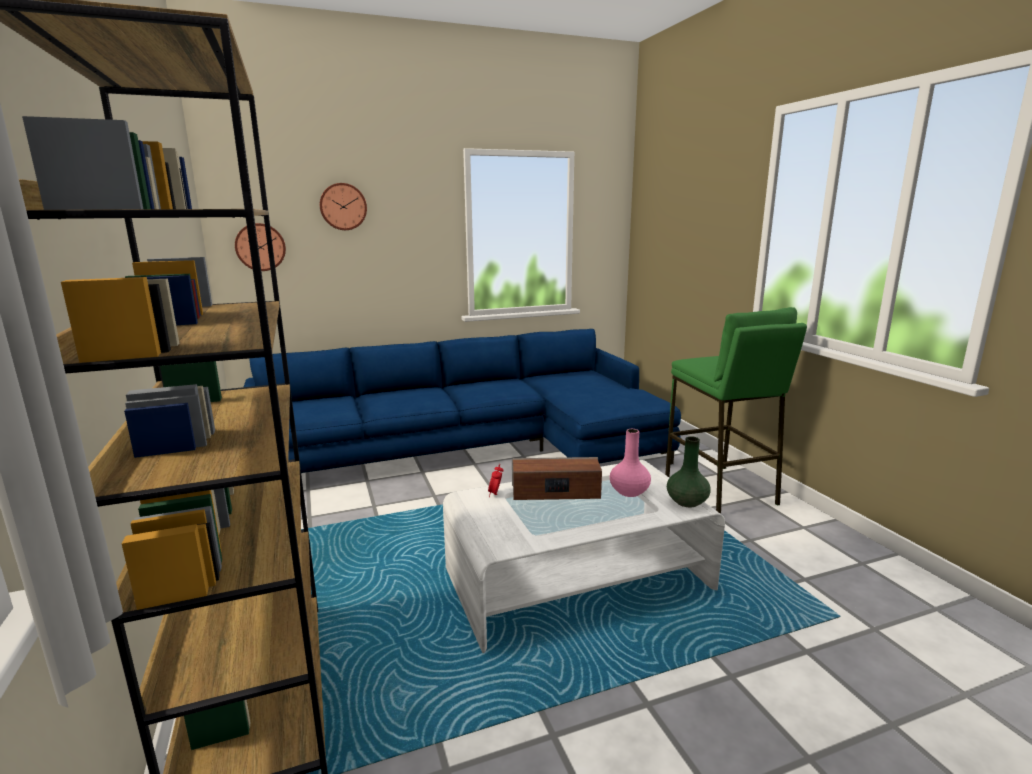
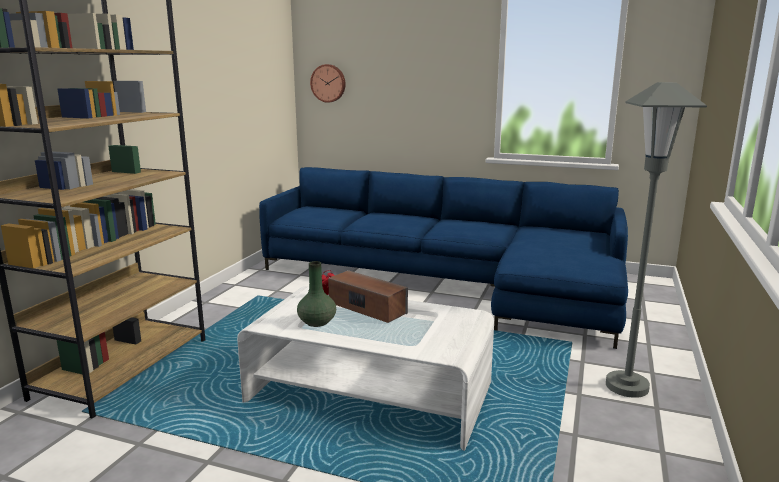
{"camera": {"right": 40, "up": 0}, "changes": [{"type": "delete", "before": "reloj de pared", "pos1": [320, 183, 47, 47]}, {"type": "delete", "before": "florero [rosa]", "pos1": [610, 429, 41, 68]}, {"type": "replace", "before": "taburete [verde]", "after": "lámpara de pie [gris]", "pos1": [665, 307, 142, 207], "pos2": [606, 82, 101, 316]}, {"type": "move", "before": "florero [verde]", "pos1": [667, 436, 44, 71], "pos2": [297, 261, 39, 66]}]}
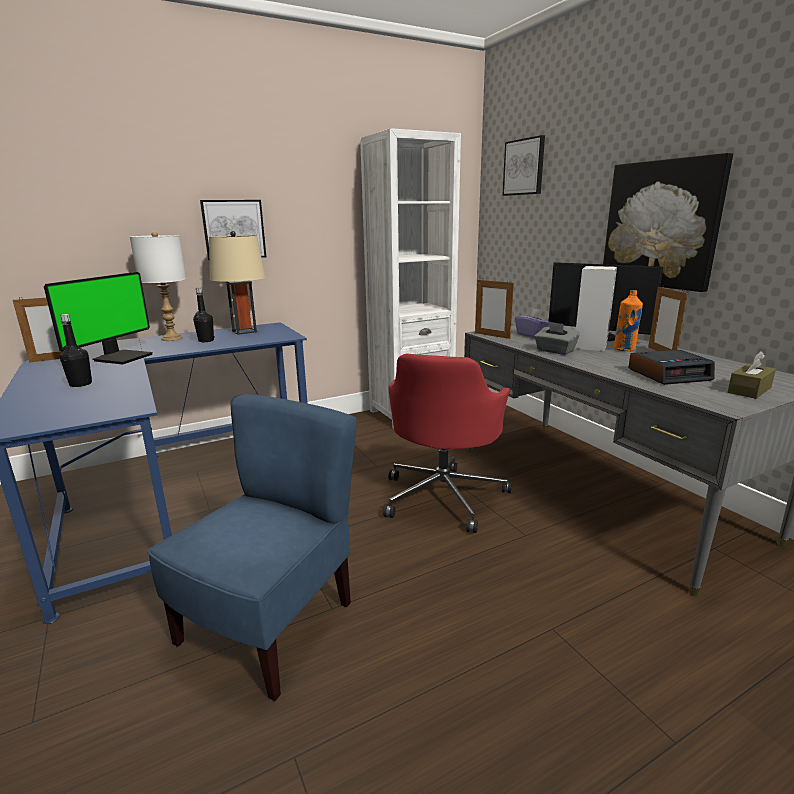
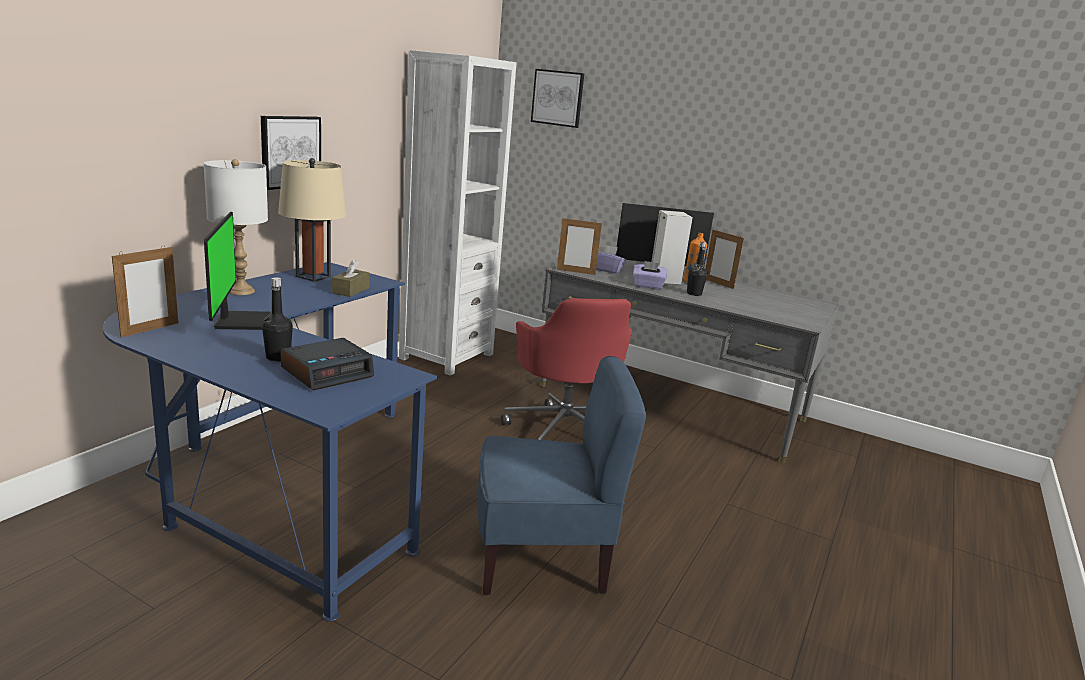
{"camera": {"right": -35, "up": 0}, "changes": [{"type": "rotate", "before": "silla [azul]", "pos1": [147, 394, 210, 307], "pos2": [478, 356, 168, 239], "turn": 90}, {"type": "move", "before": "botella [negro]", "pos1": [193, 287, 21, 55], "pos2": [687, 241, 20, 55]}, {"type": "recolor", "before": "caja de pañuelos [gris]", "after": "caja de pañuelos [morado]", "pos1": [534, 321, 46, 34], "pos2": [633, 261, 34, 28]}, {"type": "delete", "before": "cuadro", "pos1": [603, 153, 130, 139]}, {"type": "move", "before": "despertador", "pos1": [628, 350, 87, 35], "pos2": [280, 338, 94, 53]}, {"type": "move", "before": "caja de pañuelos [marrón]", "pos1": [728, 352, 48, 47], "pos2": [332, 259, 38, 38]}]}
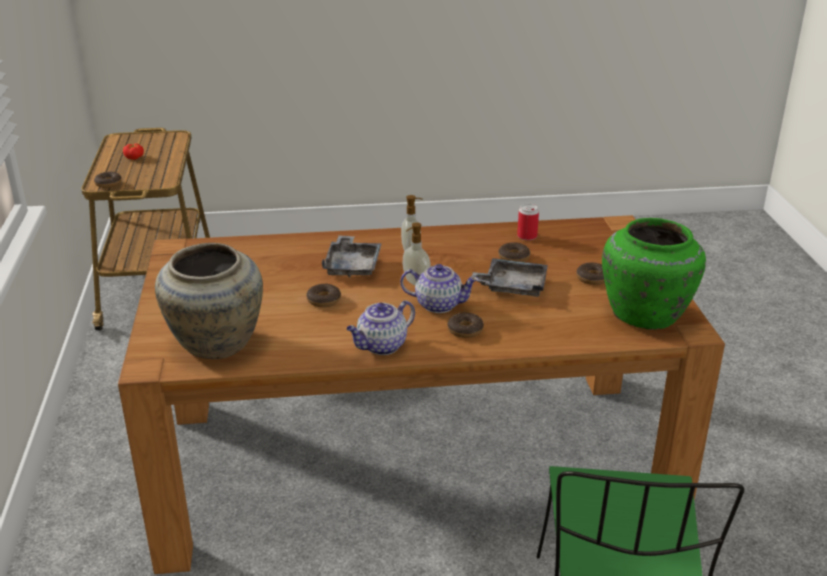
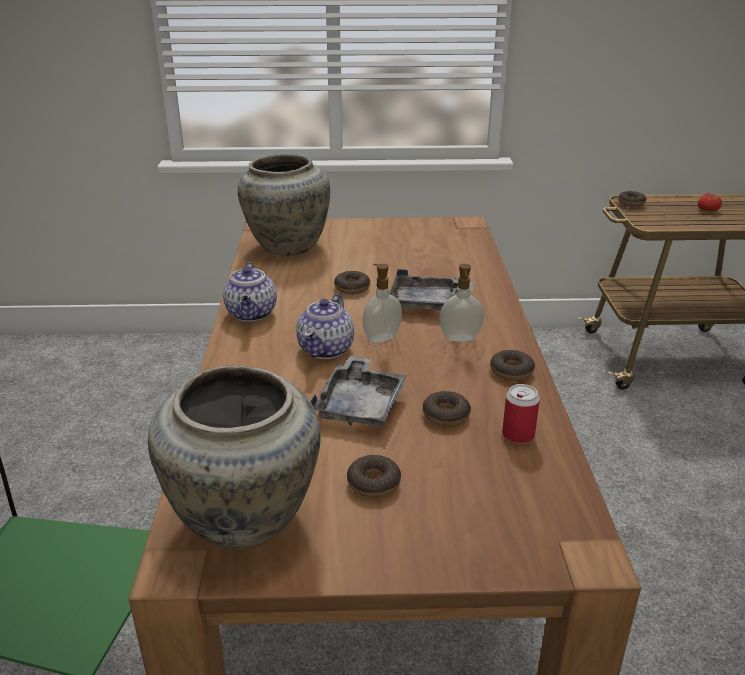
{"camera": {"right": 95, "up": 0}, "changes": [{"type": "rotate", "before": "tetera", "pos1": [346, 300, 69, 55], "pos2": [223, 262, 54, 59], "turn": -150}, {"type": "move", "before": "rosquilla", "pos1": [447, 312, 37, 26], "pos2": [490, 350, 45, 31]}, {"type": "recolor", "before": "florero [verde]", "after": "florero [beis]", "pos1": [602, 218, 104, 112], "pos2": [148, 365, 173, 185]}]}
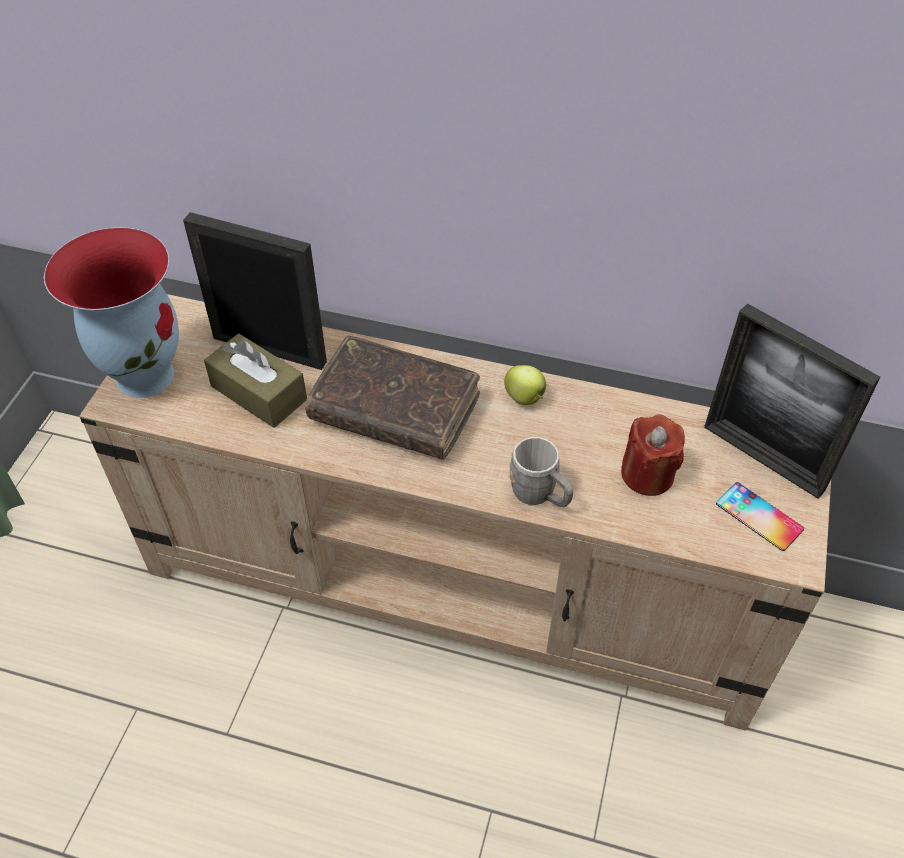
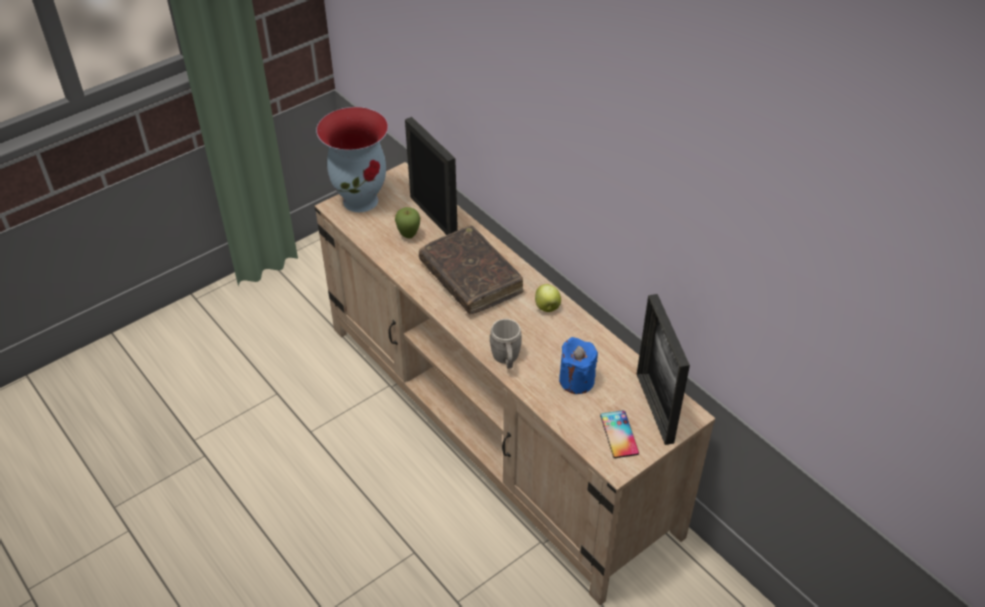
{"camera": {"right": 35, "up": -5}, "changes": [{"type": "replace", "before": "caja de pañuelos [marrón]", "after": "manzana", "pos1": [204, 333, 103, 95], "pos2": [395, 207, 25, 31]}, {"type": "recolor", "before": "vela [rojo]", "after": "vela [azul]", "pos1": [621, 415, 64, 81], "pos2": [559, 337, 39, 57]}]}
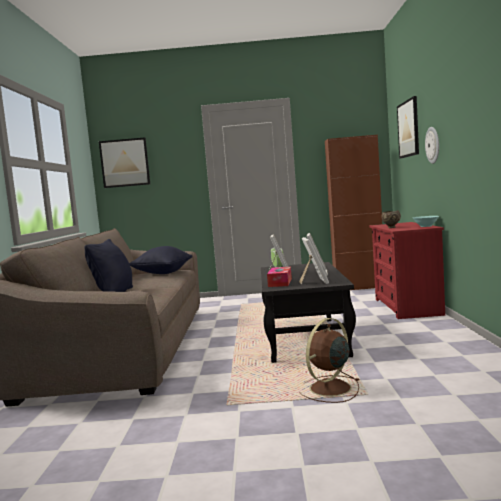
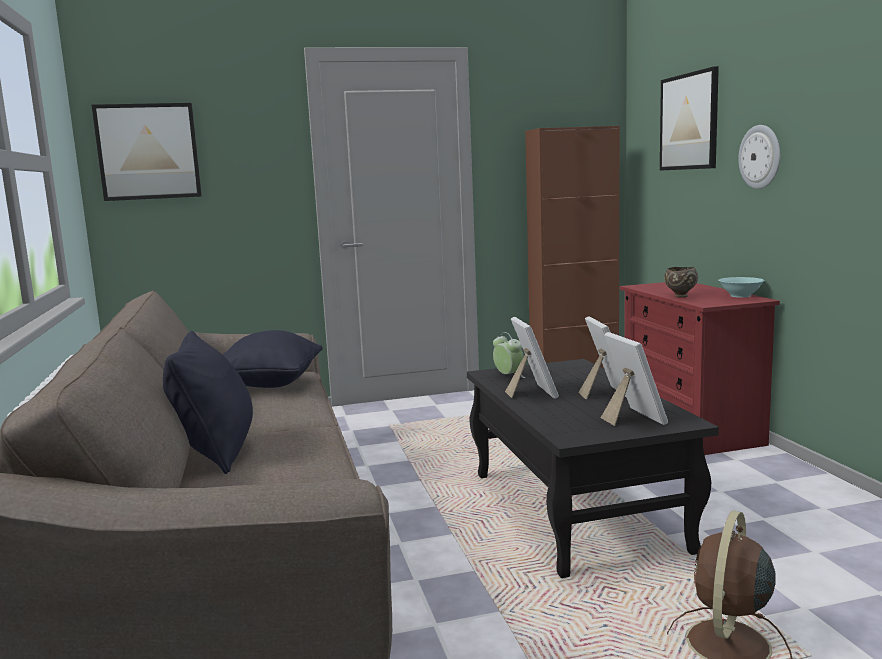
{"camera": {"right": -15, "up": 5}, "changes": [{"type": "delete", "before": "caja de pañuelos", "pos1": [267, 267, 25, 20]}]}
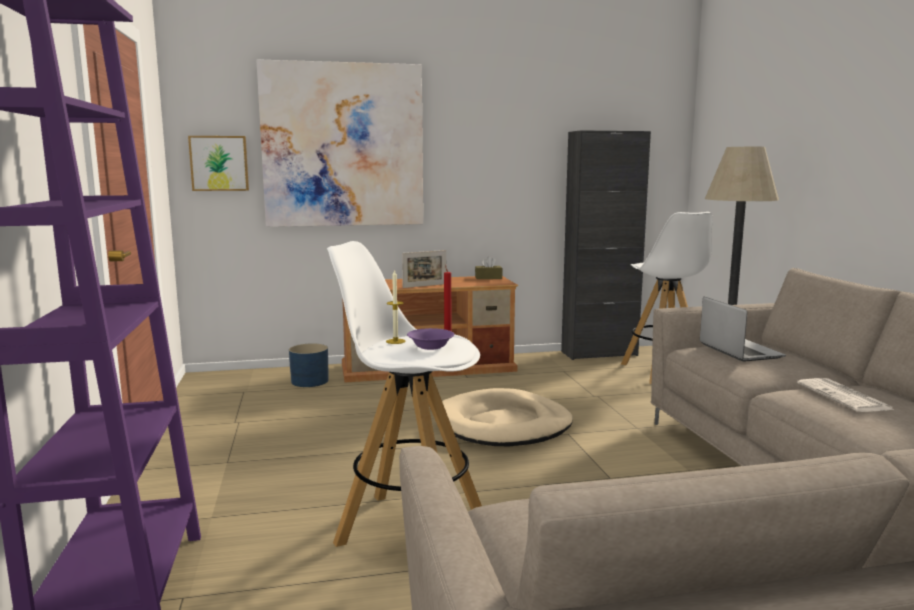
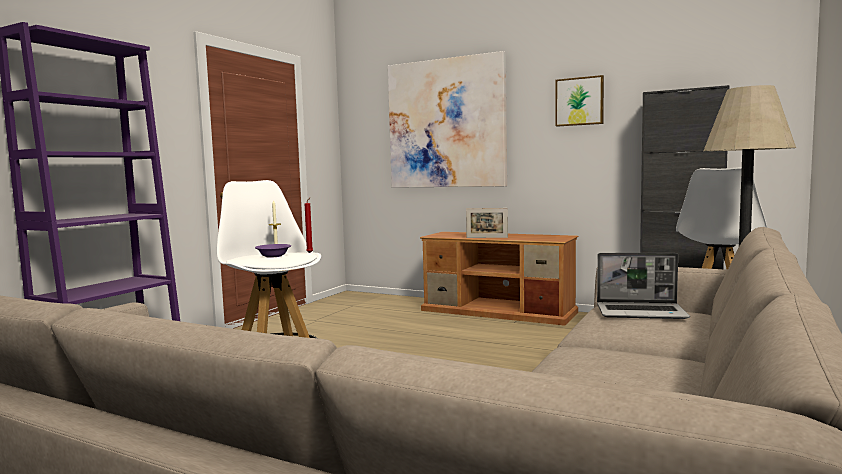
{"camera": {"right": 40, "up": -5}, "changes": [{"type": "move", "before": "cuadro", "pos1": [188, 136, 61, 55], "pos2": [555, 75, 49, 52]}, {"type": "delete", "before": "maceta [azul]", "pos1": [289, 343, 39, 44]}, {"type": "delete", "before": "cama para perro [beis]", "pos1": [442, 388, 131, 58]}, {"type": "delete", "before": "caja de pañuelos [marrón]", "pos1": [475, 256, 28, 23]}, {"type": "rotate", "before": "portátil", "pos1": [700, 297, 86, 65], "pos2": [597, 253, 93, 66], "turn": 75}, {"type": "delete", "before": "periódico", "pos1": [797, 378, 98, 34]}]}
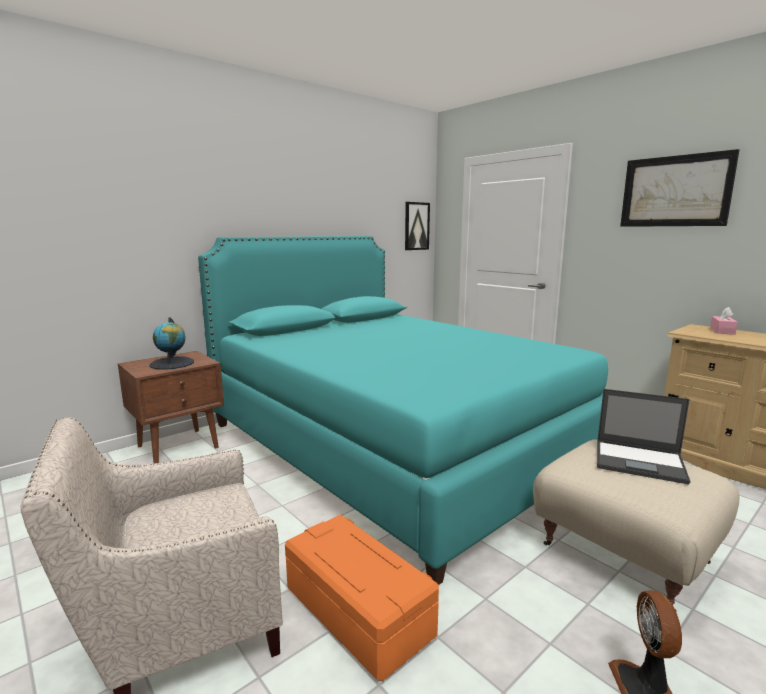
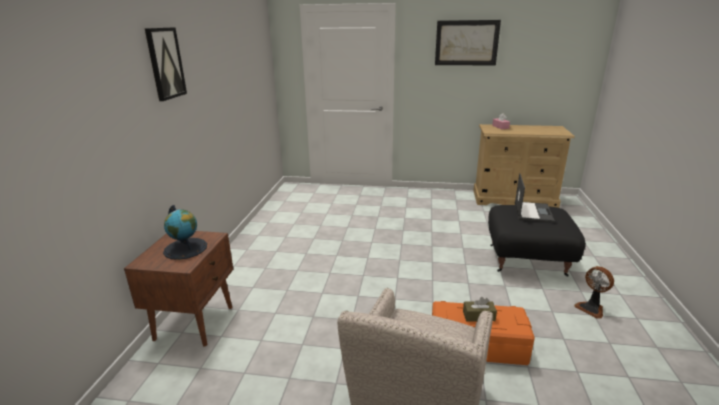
{"camera": {"right": -40, "up": 10}, "changes": [{"type": "delete", "before": "cama [turquesa]", "pos1": [198, 236, 410, 349]}, {"type": "move", "before": "cuadro", "pos1": [405, 202, 25, 48], "pos2": [145, 27, 42, 74]}, {"type": "recolor", "before": "puf [beis]", "after": "puf [negro]", "pos1": [533, 439, 206, 172], "pos2": [488, 205, 98, 72]}, {"type": "rotate", "before": "portátil", "pos1": [597, 389, 93, 95], "pos2": [515, 173, 40, 50], "turn": -60}, {"type": "insert", "after": "caja de pañuelos [marrón]", "pos2": [463, 297, 34, 24]}]}
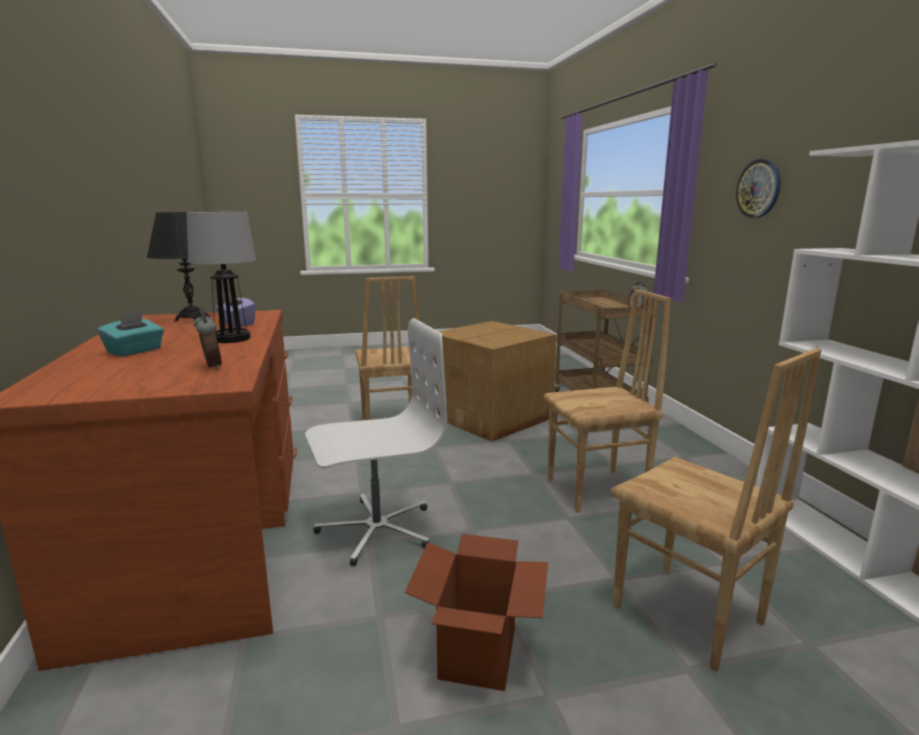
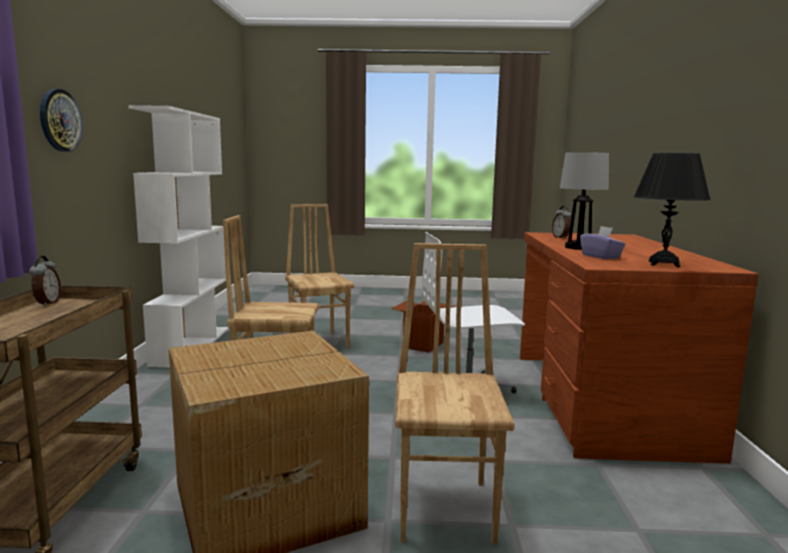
{"camera": {"right": -165, "up": -5}, "changes": [{"type": "delete", "before": "caja de pañuelos [turquesa]", "pos1": [98, 312, 66, 44]}]}
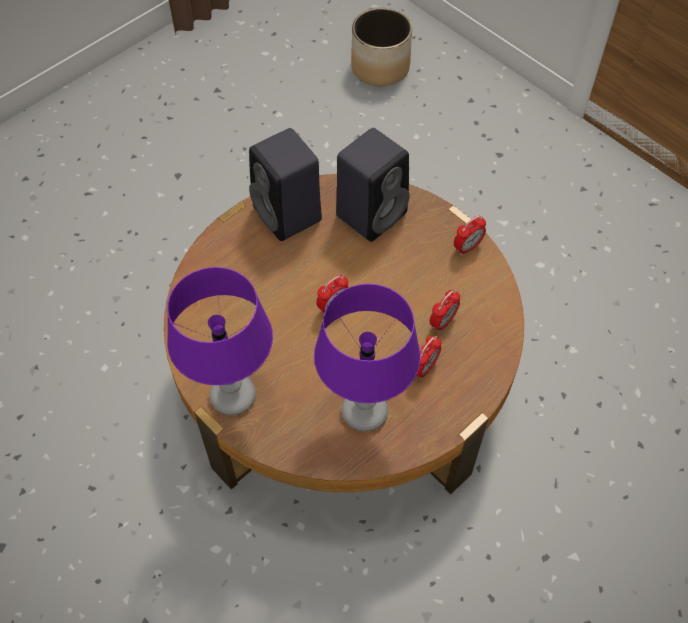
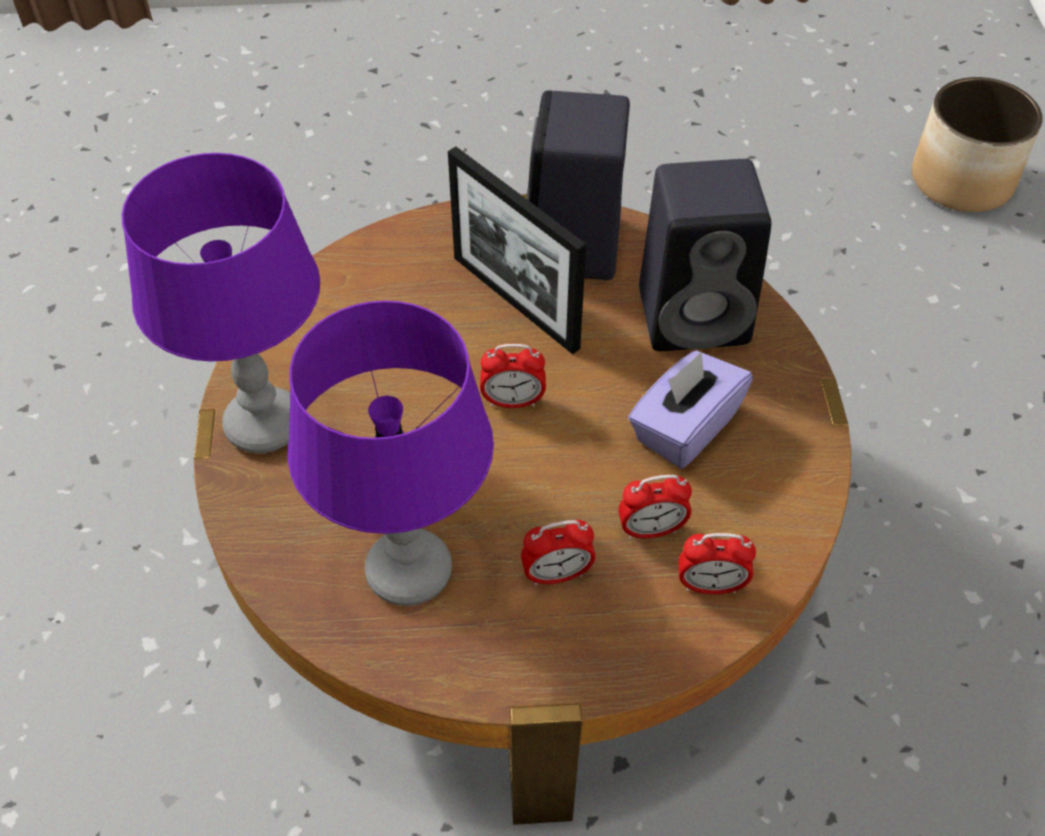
{"camera": {"right": 40, "up": -5}, "changes": [{"type": "move", "before": "despertador", "pos1": [454, 216, 32, 40], "pos2": [679, 533, 77, 61]}, {"type": "insert", "after": "portarretratos", "pos2": [448, 147, 138, 207]}, {"type": "insert", "after": "caja de pañuelos [morado]", "pos2": [628, 351, 125, 117]}]}
